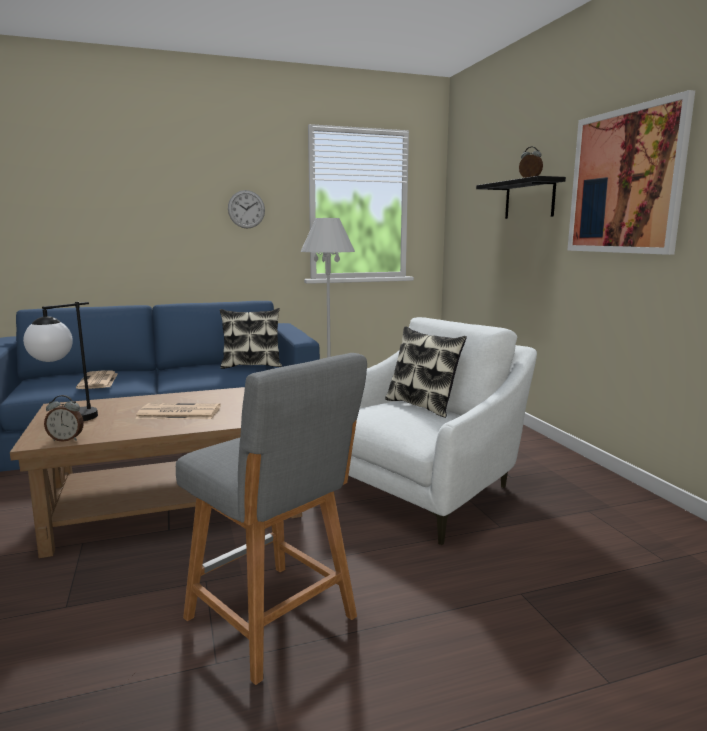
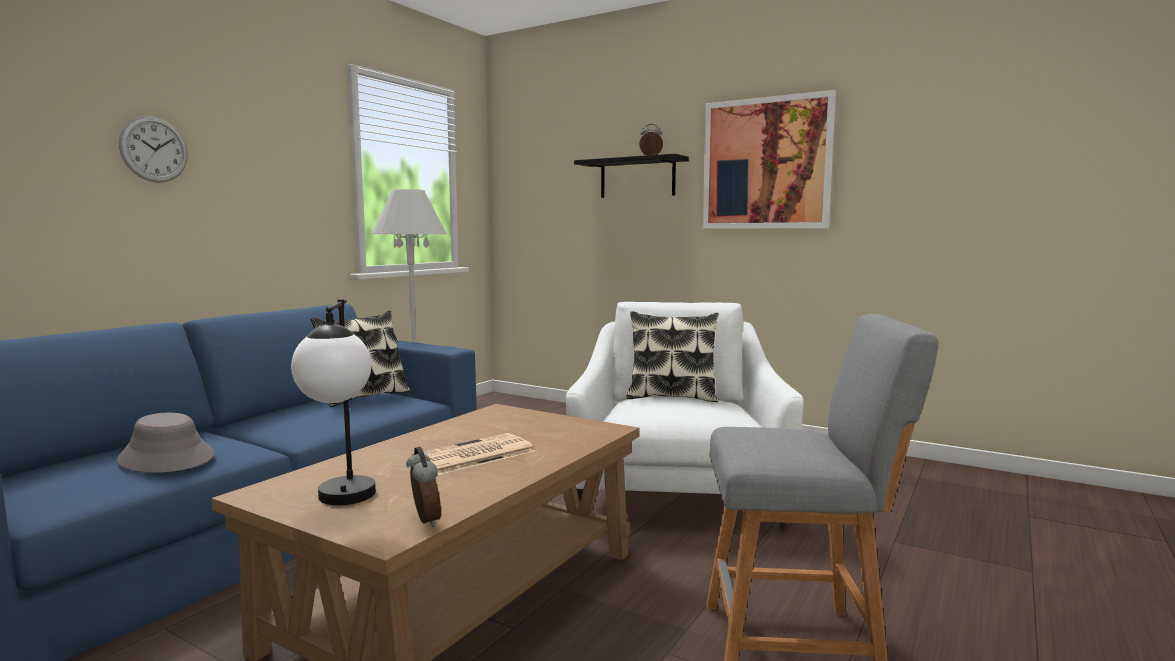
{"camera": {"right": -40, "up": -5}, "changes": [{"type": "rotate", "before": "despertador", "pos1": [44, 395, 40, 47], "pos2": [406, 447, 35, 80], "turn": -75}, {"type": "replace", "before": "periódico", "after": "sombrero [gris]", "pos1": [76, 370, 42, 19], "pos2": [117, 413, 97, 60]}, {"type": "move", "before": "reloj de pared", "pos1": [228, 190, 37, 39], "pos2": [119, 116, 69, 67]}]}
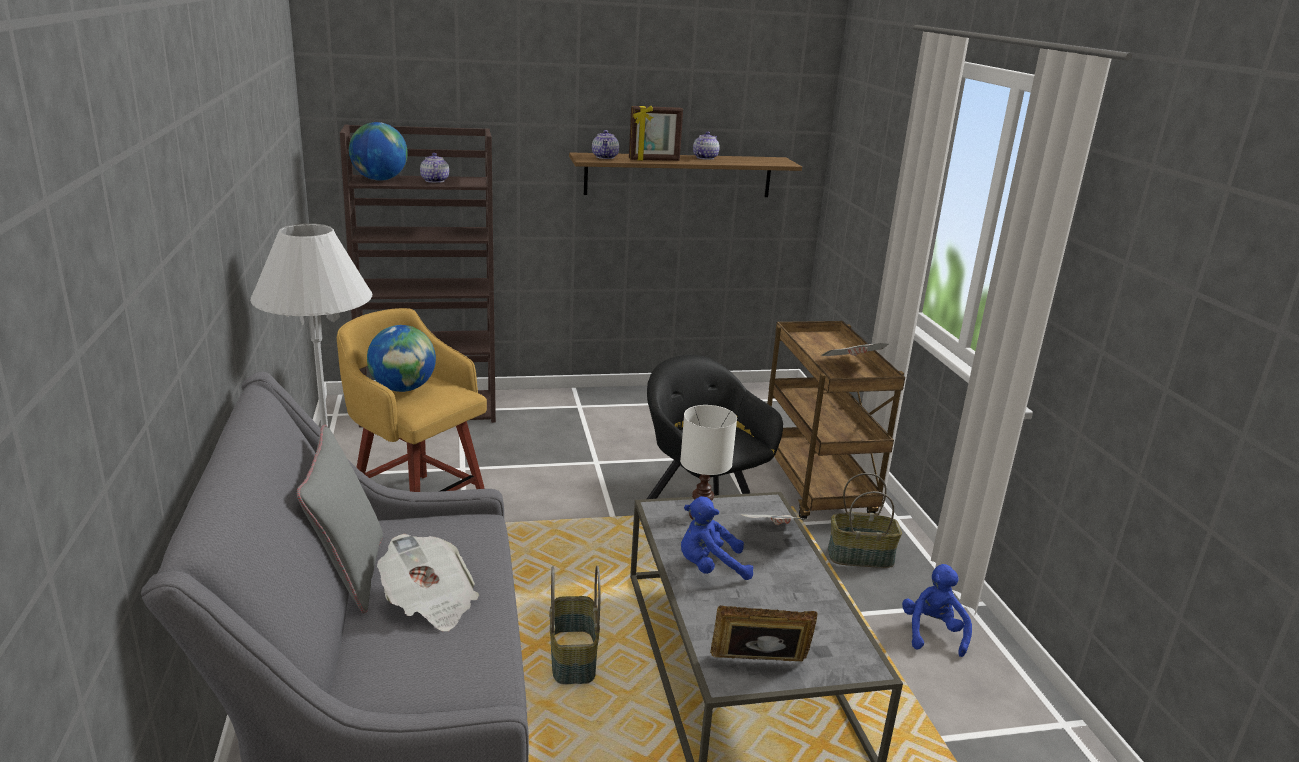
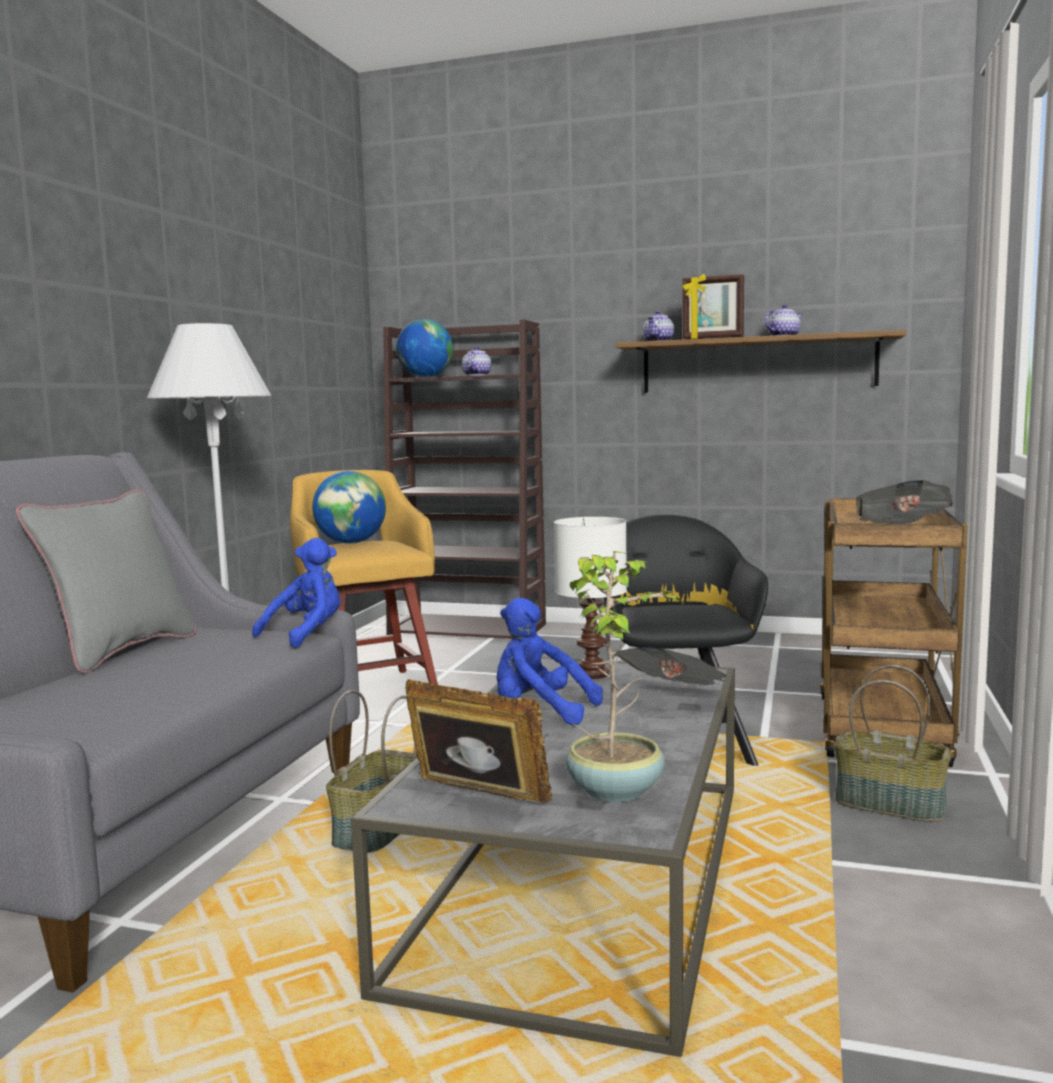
{"camera": {"right": 30, "up": -15}, "changes": [{"type": "delete", "before": "periódico", "pos1": [377, 534, 102, 97]}, {"type": "move", "before": "peluche [azul]", "pos1": [902, 564, 70, 93], "pos2": [252, 538, 88, 110]}, {"type": "insert", "after": "planta en maceta", "pos2": [566, 551, 118, 252]}]}
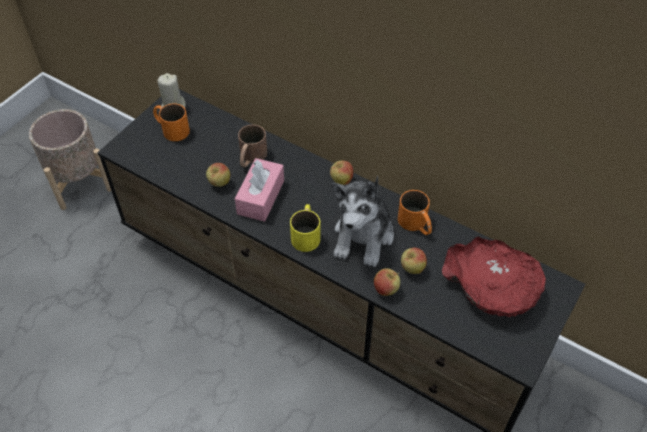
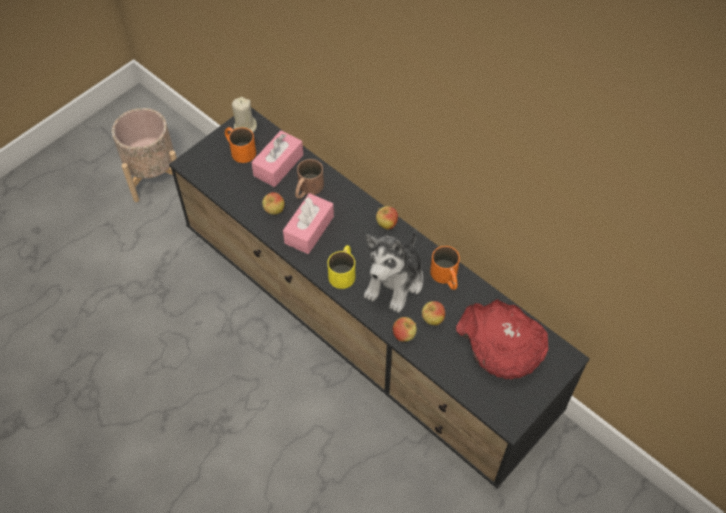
{"camera": {"right": 10, "up": 5}, "changes": [{"type": "insert", "after": "caja de pañuelos [rosa]", "pos2": [251, 130, 52, 57]}]}
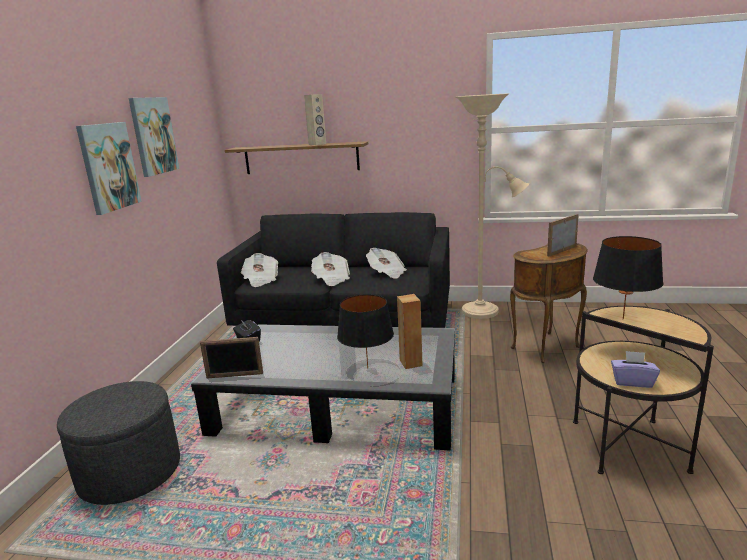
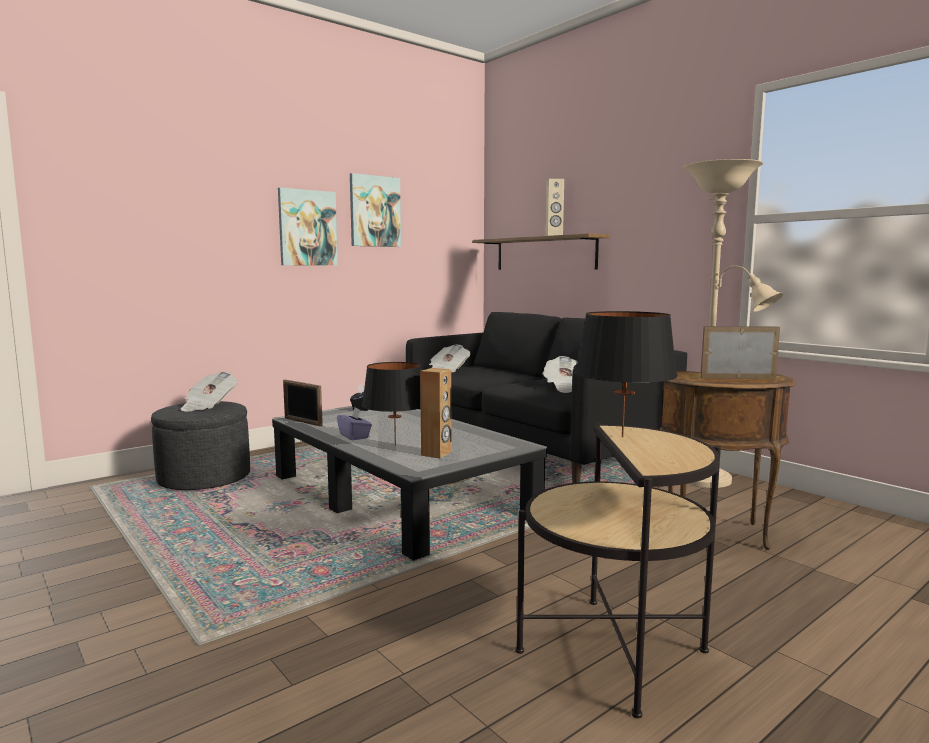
{"camera": {"right": 40, "up": -10}, "changes": [{"type": "move", "before": "periódico", "pos1": [311, 252, 39, 34], "pos2": [181, 371, 57, 40]}, {"type": "move", "before": "caja de pañuelos [morado]", "pos1": [611, 351, 49, 37], "pos2": [337, 407, 35, 34]}]}
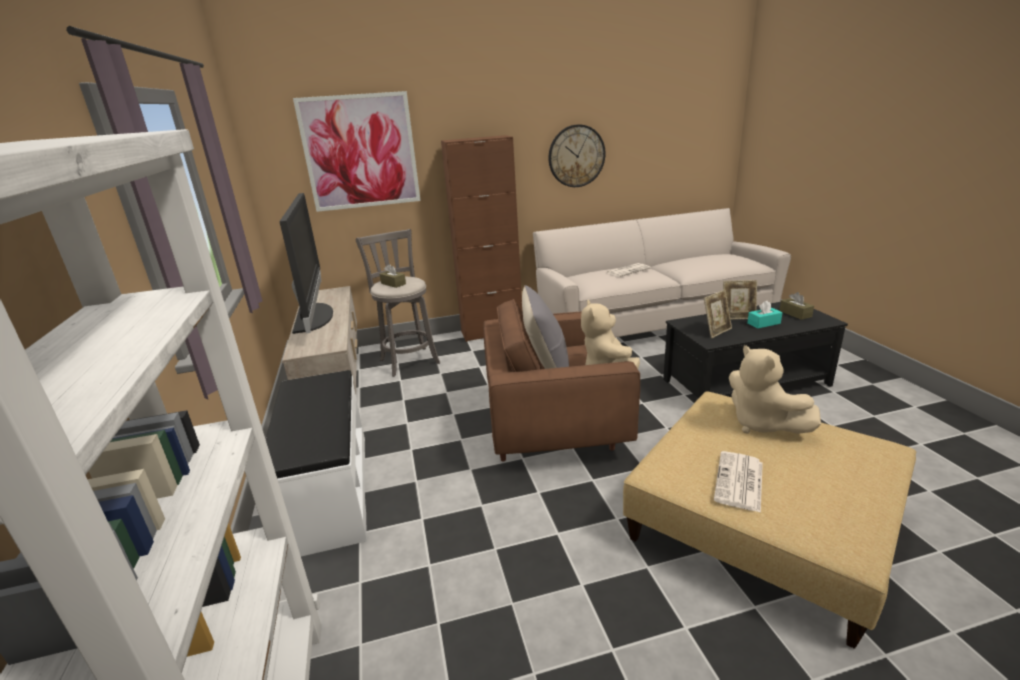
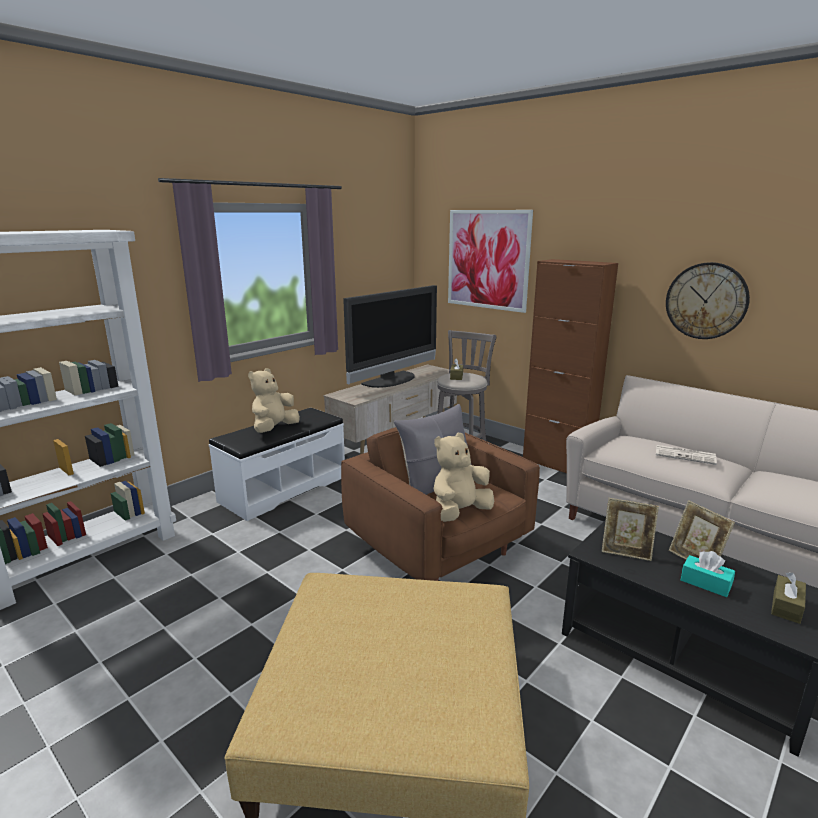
{"camera": {"right": 55, "up": -5}, "changes": [{"type": "delete", "before": "periódico", "pos1": [714, 451, 49, 62]}, {"type": "move", "before": "peluche [beis]", "pos1": [729, 345, 92, 89], "pos2": [248, 368, 52, 65]}]}
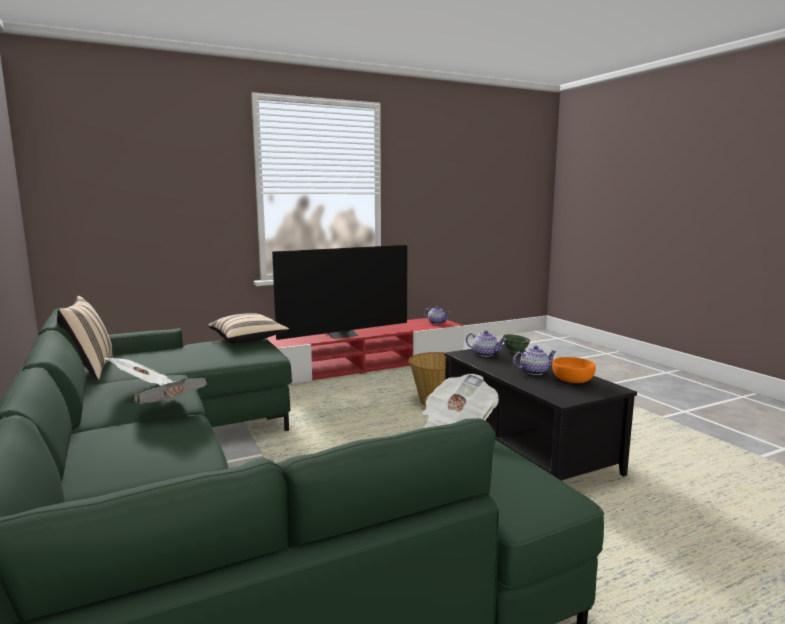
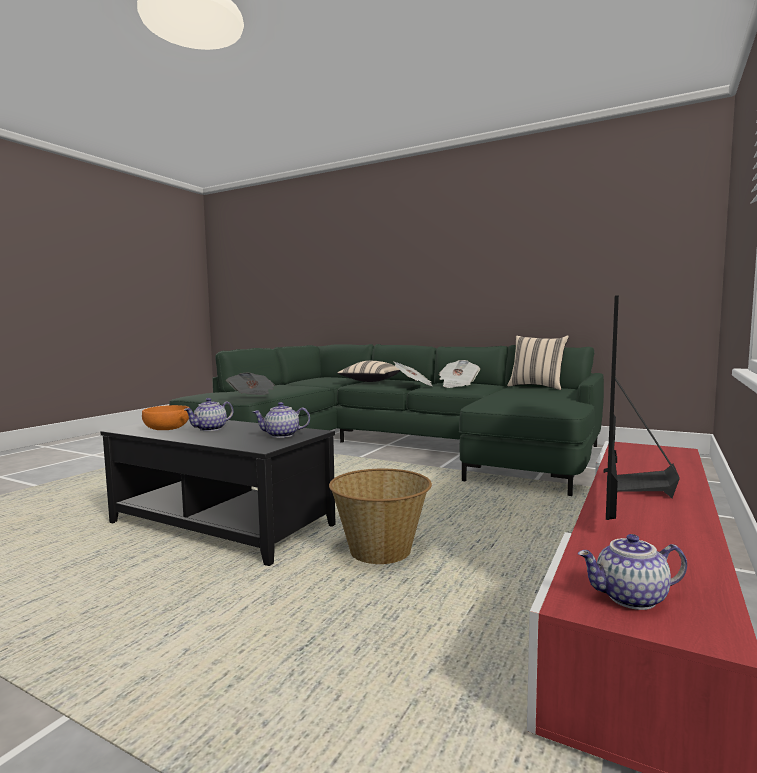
{"camera": {"right": 145, "up": -5}, "changes": [{"type": "move", "before": "cojín [beis]", "pos1": [208, 313, 81, 30], "pos2": [337, 361, 63, 21]}, {"type": "delete", "before": "cuenco [verde]", "pos1": [503, 334, 27, 19]}]}
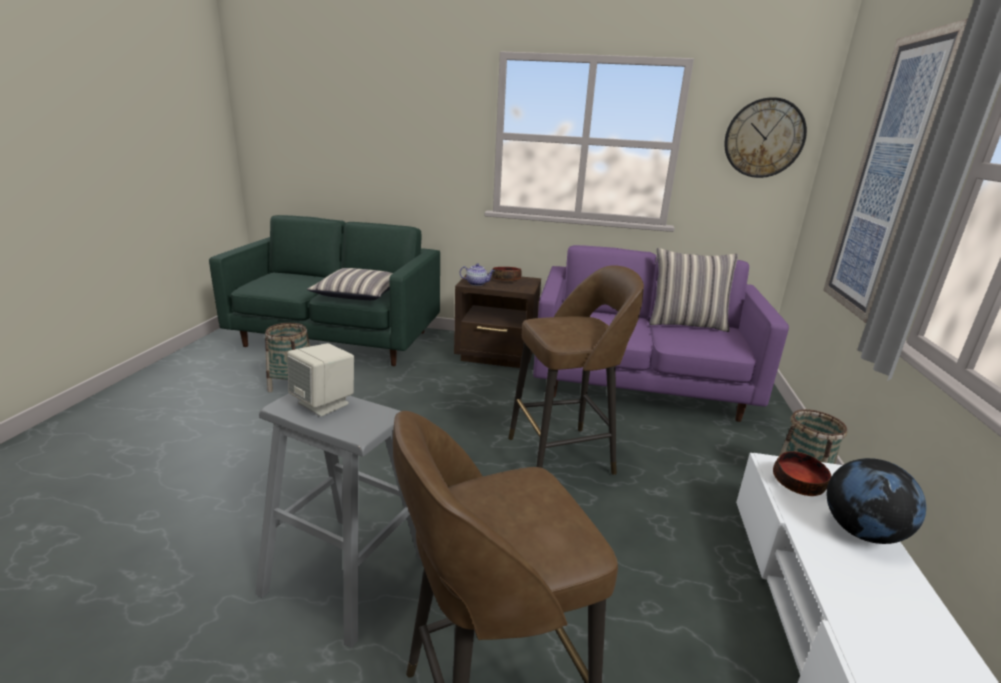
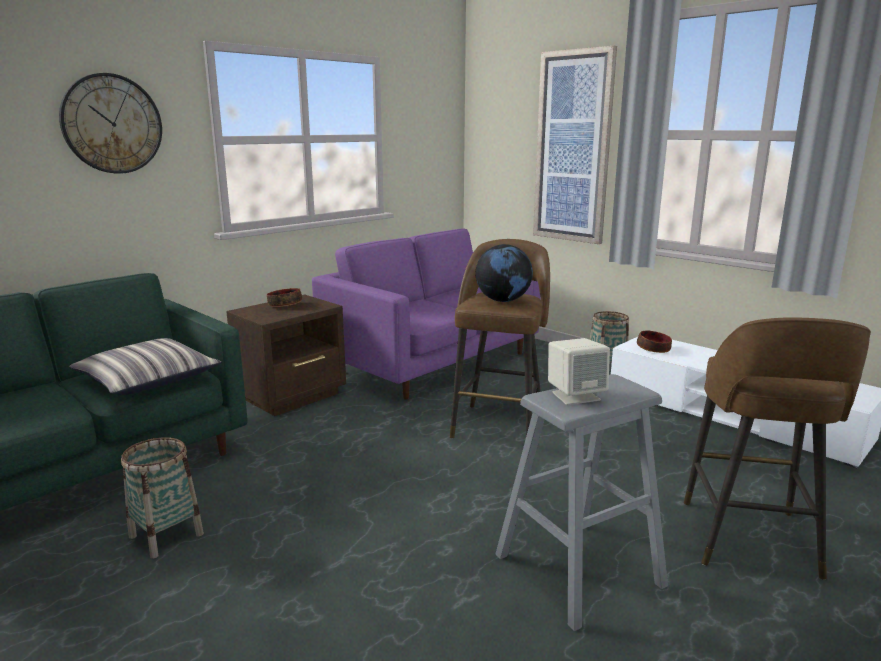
{"camera": {"right": -55, "up": -5}, "changes": [{"type": "delete", "before": "tetera", "pos1": [460, 263, 35, 23]}, {"type": "delete", "before": "cojín", "pos1": [649, 248, 90, 84]}, {"type": "move", "before": "reloj de pared", "pos1": [724, 97, 83, 81], "pos2": [59, 73, 103, 101]}, {"type": "move", "before": "globo terráqueo", "pos1": [827, 458, 99, 86], "pos2": [476, 244, 57, 58]}]}
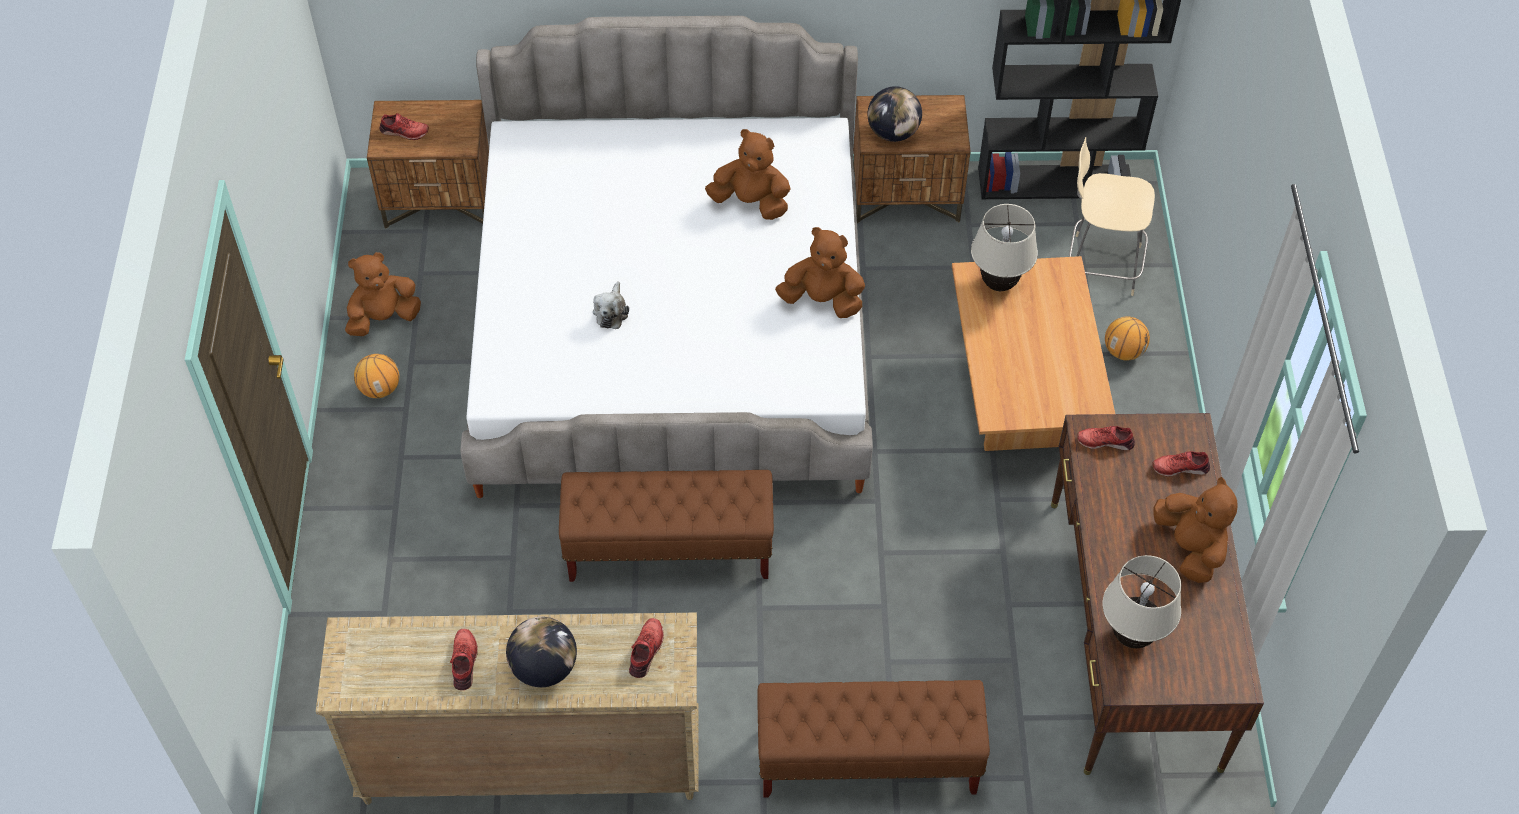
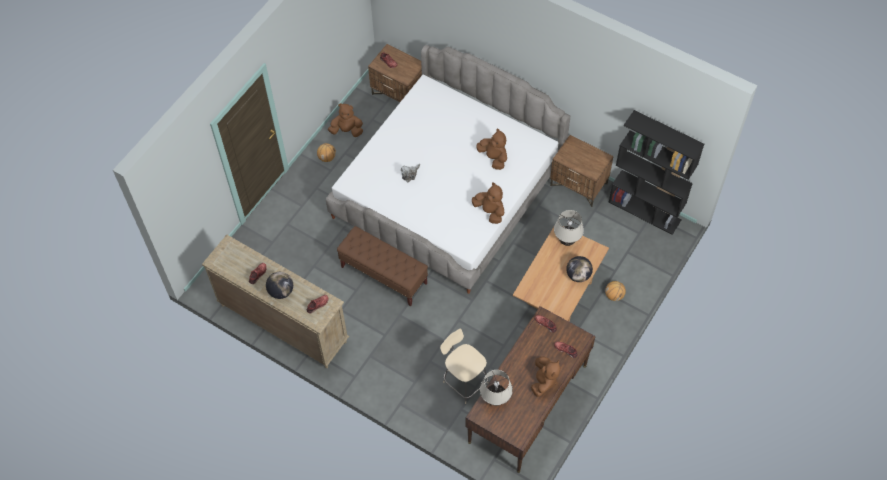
{"camera": {"right": 35, "up": 5}, "changes": [{"type": "delete", "before": "banco [marrón]", "pos1": [757, 680, 233, 118]}, {"type": "move", "before": "globo terráqueo", "pos1": [867, 86, 55, 56], "pos2": [566, 256, 27, 26]}, {"type": "move", "before": "silla [beis]", "pos1": [1069, 137, 86, 159], "pos2": [440, 329, 49, 75]}]}
